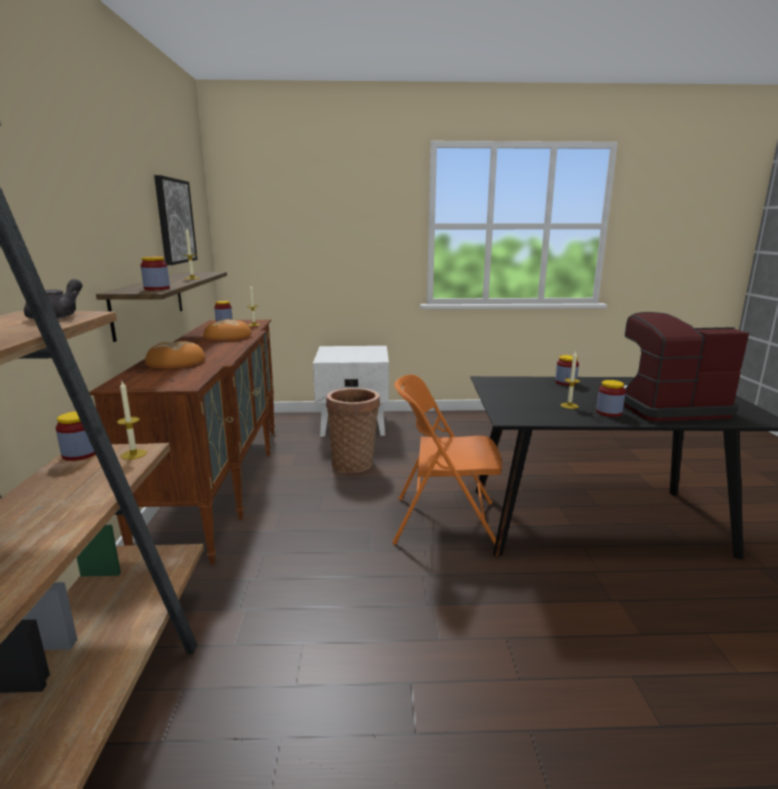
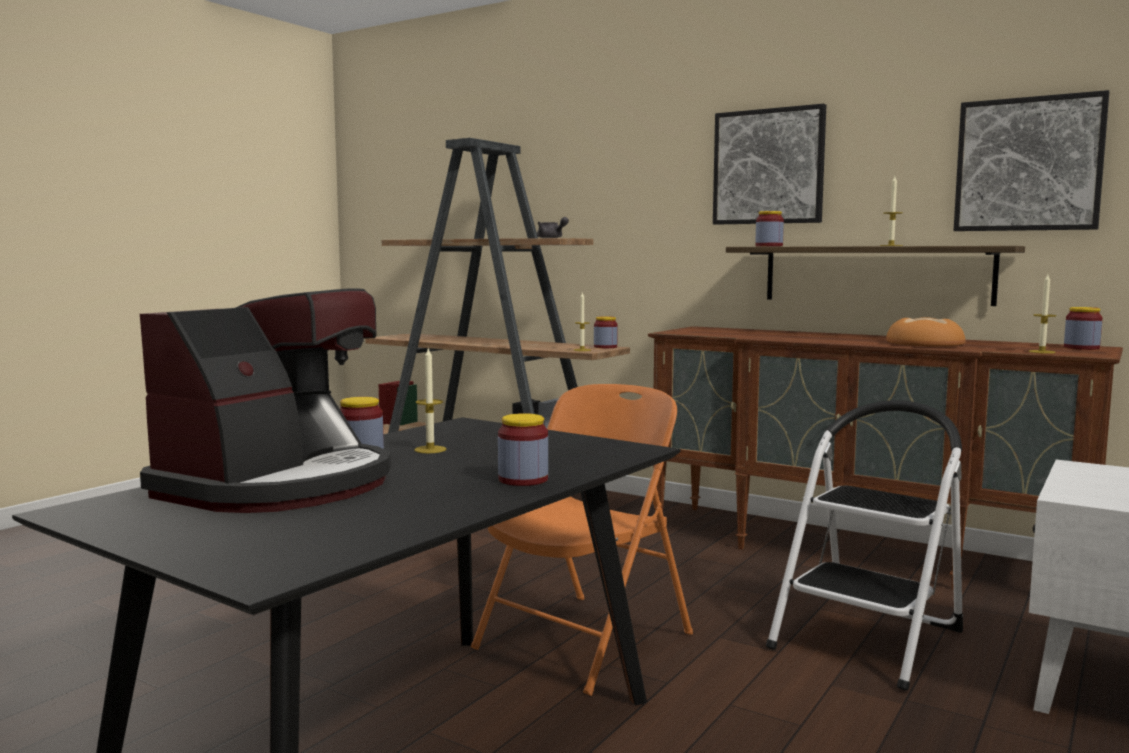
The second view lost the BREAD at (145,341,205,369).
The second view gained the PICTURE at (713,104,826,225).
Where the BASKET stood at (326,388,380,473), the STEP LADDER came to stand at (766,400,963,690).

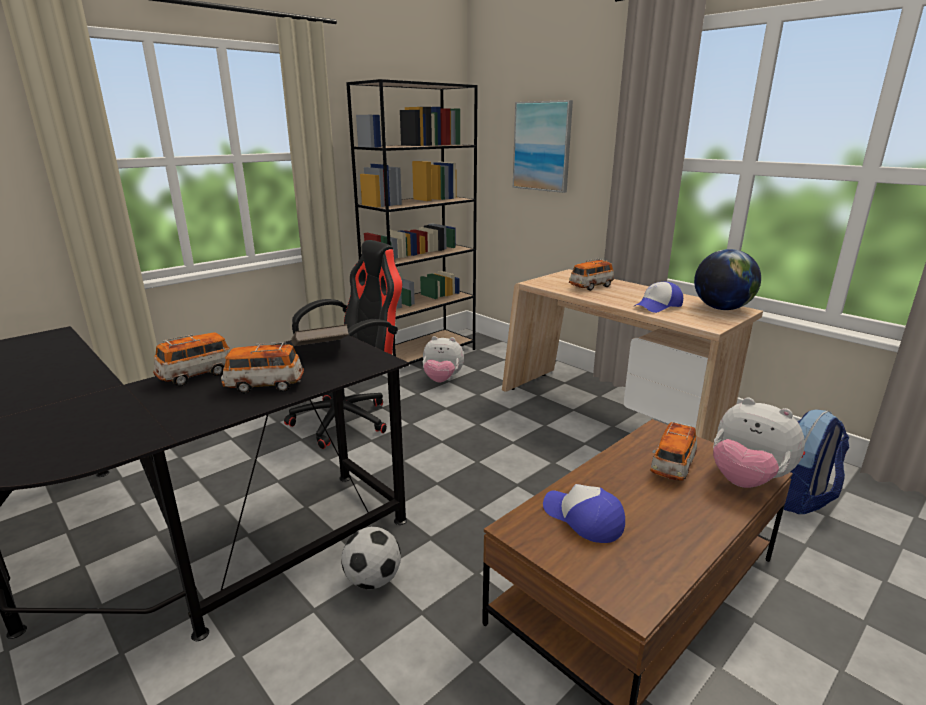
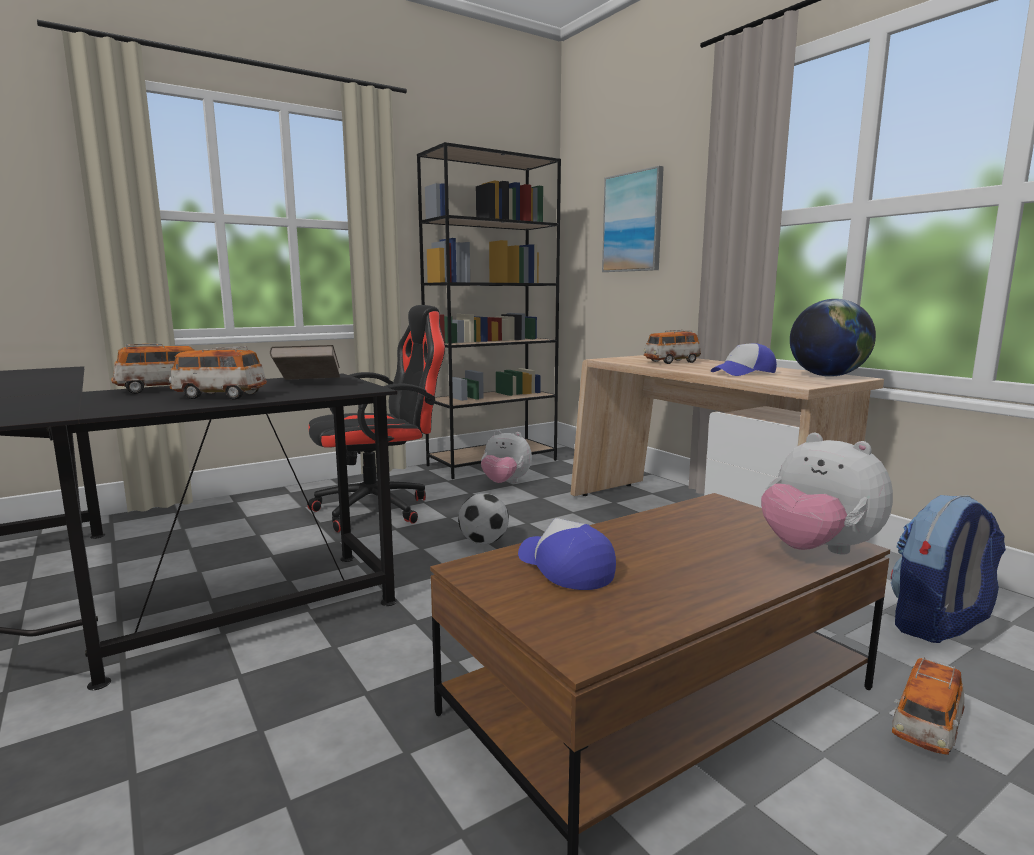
The FOOTBALL ended up elsewhere, having gone from (341,527,401,589) to (458,493,509,544).
The TOY CAR ended up elsewhere, having gone from (651,421,697,481) to (892,657,965,755).

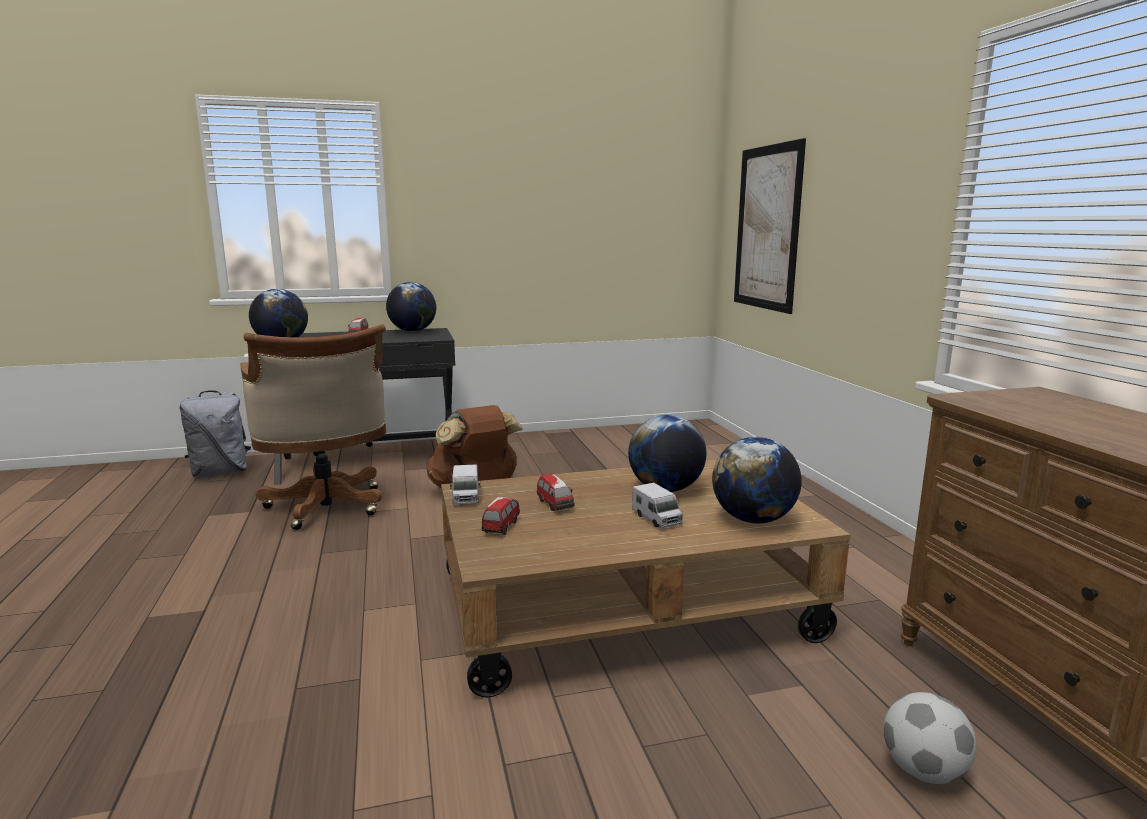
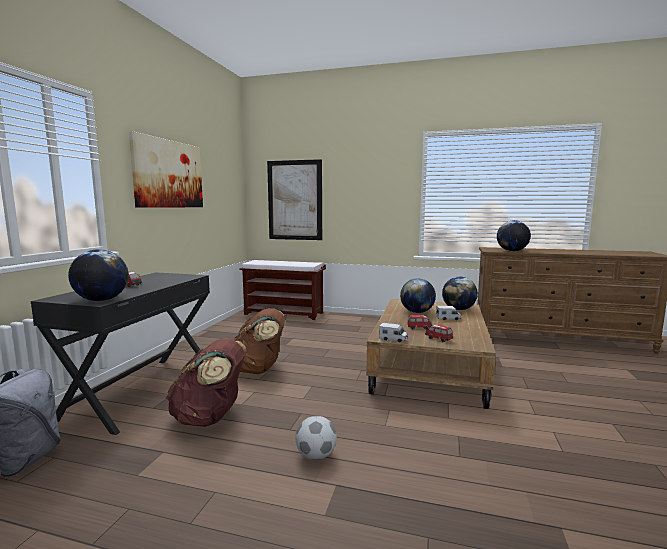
The second view gained the PICTURE at (129,131,203,208).
The second view gained the BROWN BENCH at (240,260,326,320).
The GLOBE ended up elsewhere, having gone from (386,282,436,332) to (497,220,531,252).
The FOOTBALL ended up elsewhere, having gone from (884,692,977,784) to (296,416,337,460).
Where the OFFICE CHAIR stood at (241,324,386,530), the BROWN BACKPACK came to stand at (166,338,246,427).

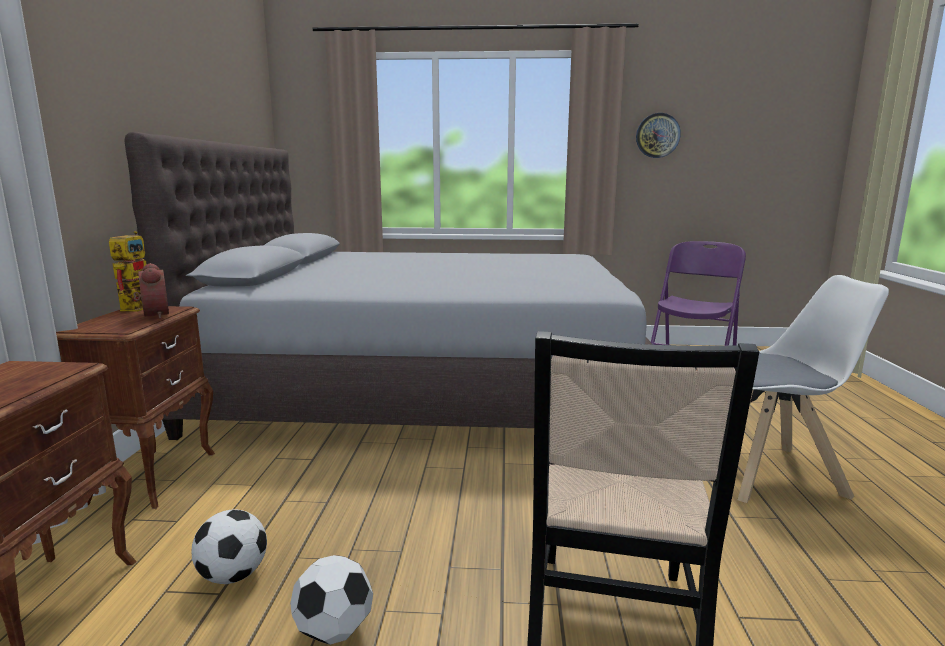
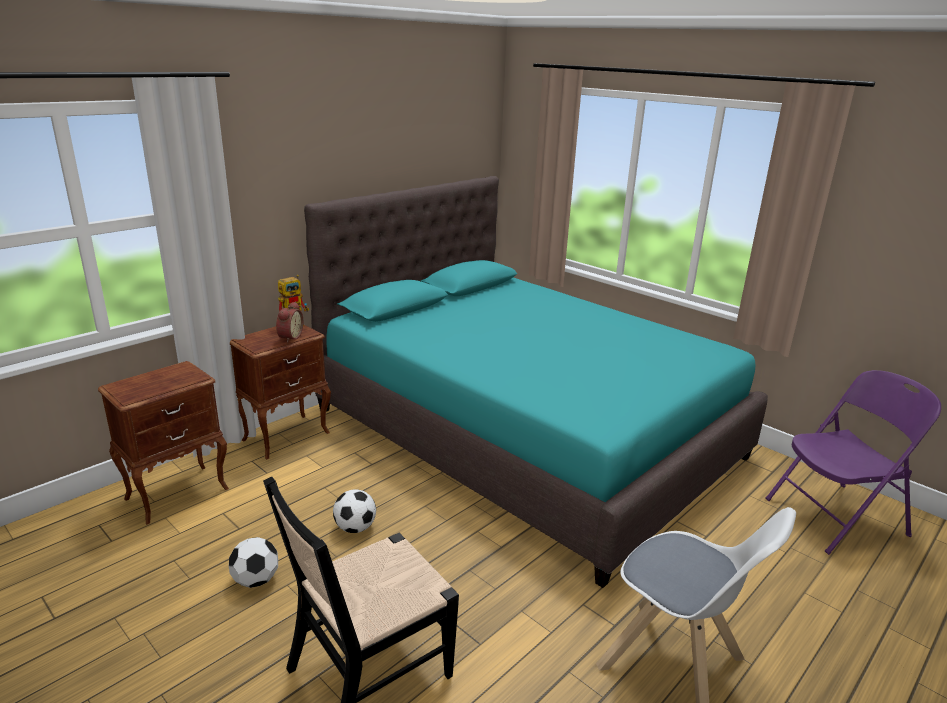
The second view lost the WALL CLOCK at (636,113,681,158).
The FOOTBALL ended up elsewhere, having gone from (191,509,267,584) to (333,489,376,533).
What was the GREY BED at (124,132,653,440) turned into the TURQUOISE BED at (304,176,768,588).

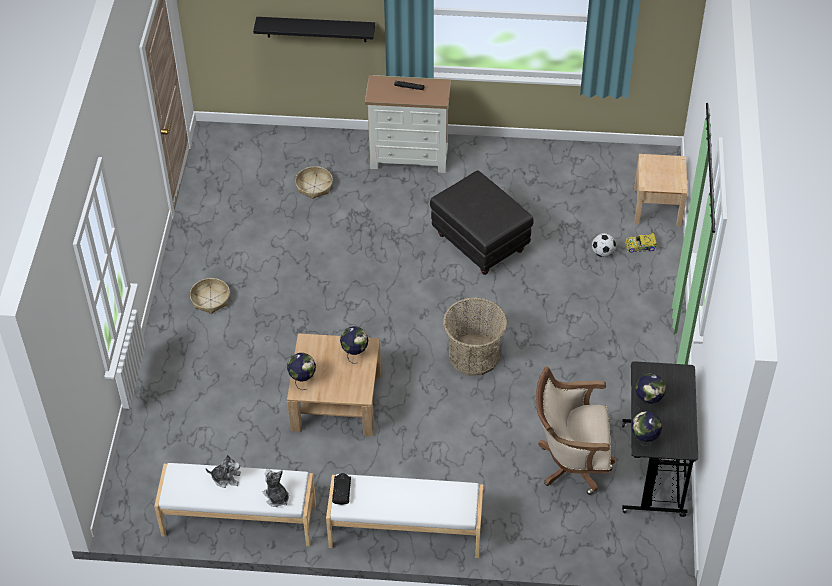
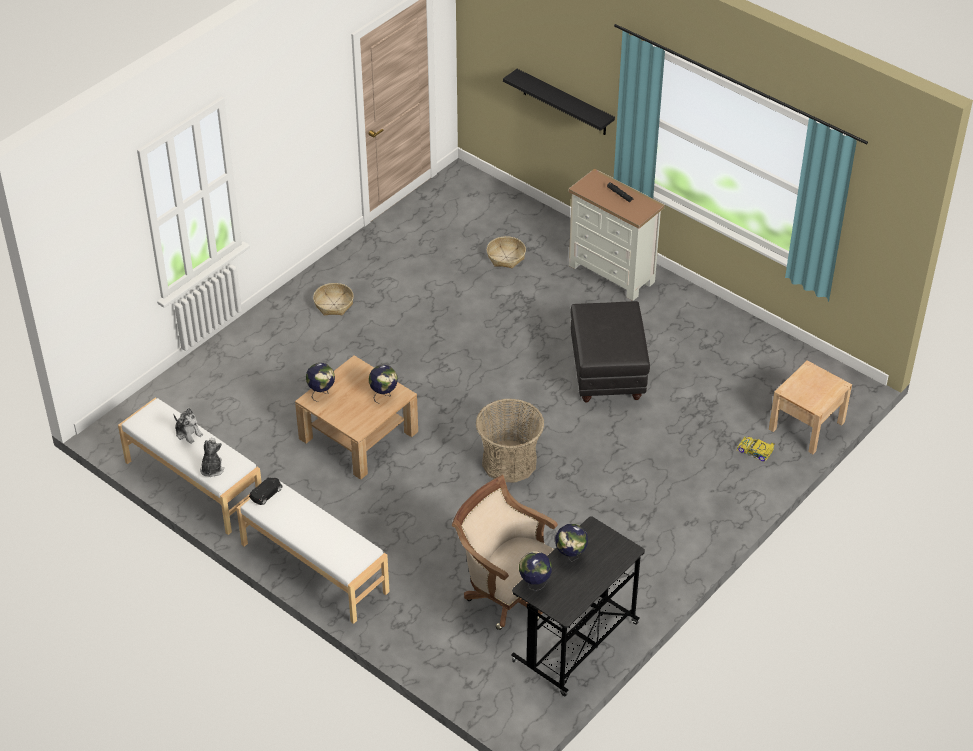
The second view lost the FOOTBALL at (592,233,616,257).

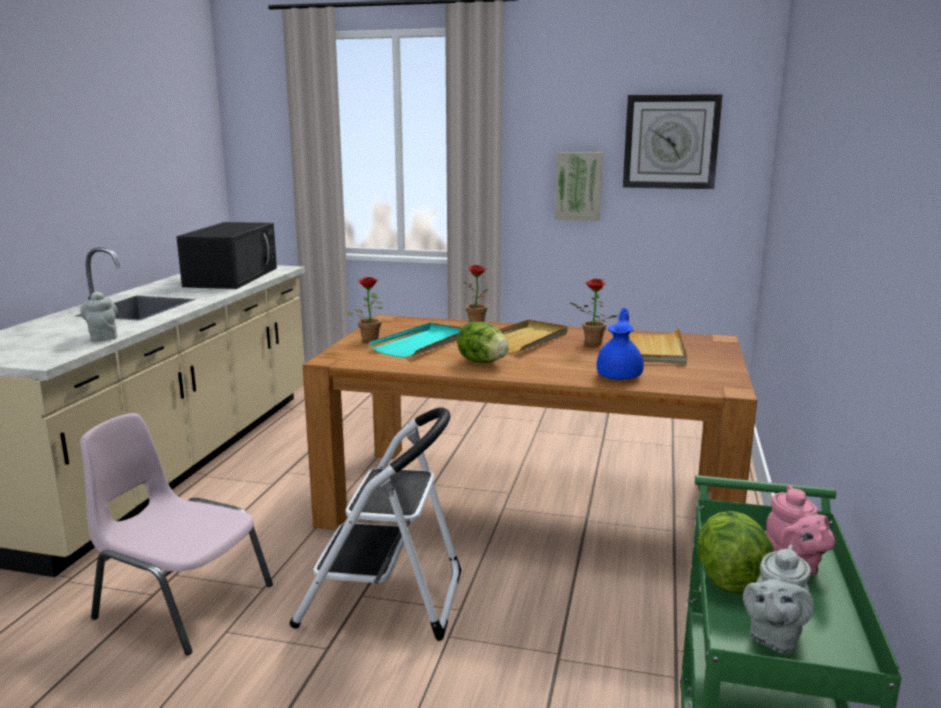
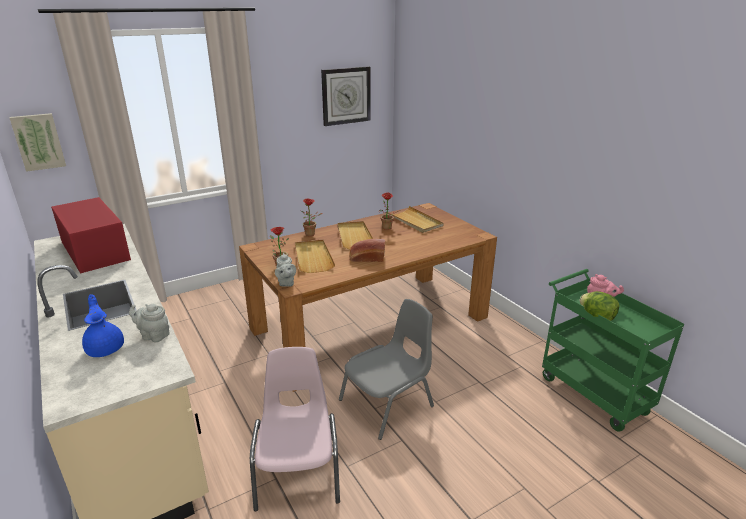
The PICTURE ended up elsewhere, having gone from (555,152,603,221) to (9,113,66,172).
The BLUE TEAPOT ended up elsewhere, having gone from (596,308,644,380) to (82,294,124,357).
The GREY TEAPOT ended up elsewhere, having gone from (743,545,814,653) to (275,253,296,287).
Where the STEP LADDER stood at (289,408,461,641), the GREY CHAIR came to stand at (339,299,434,440).
Where the LETTUCE stood at (457,322,509,363), the BREAD came to stand at (349,239,385,262).
What was the BLACK MICROWAVE at (176,222,277,289) turned into the RED MICROWAVE at (51,197,131,273).
What was the TURQUOISE TRAY at (369,322,463,358) turned into the BEIGE TRAY at (295,240,335,273).
The PINK CHAIR at (80,413,273,655) ended up facing another way, 105 degrees clockwise from before.

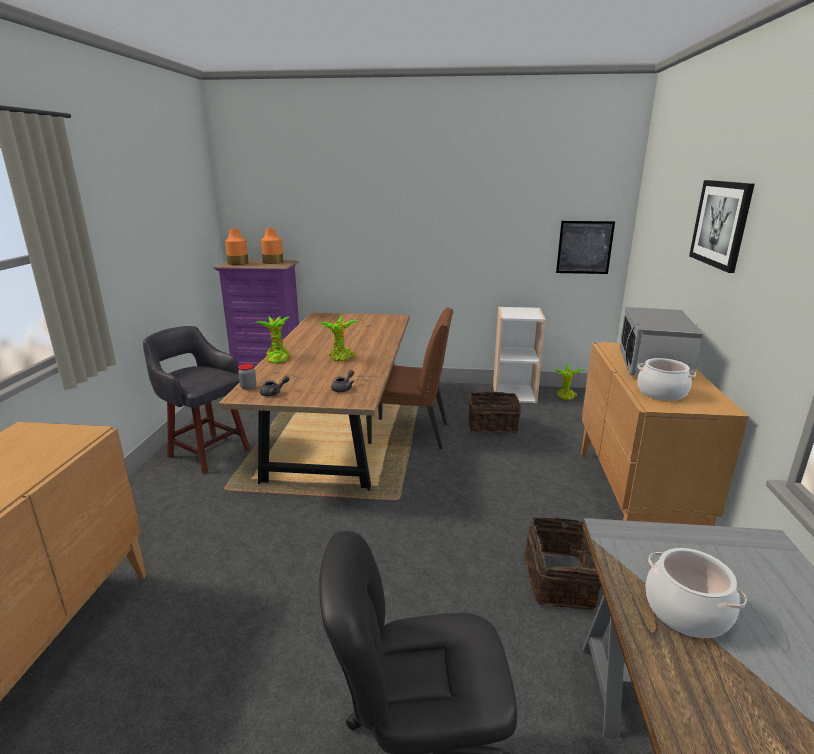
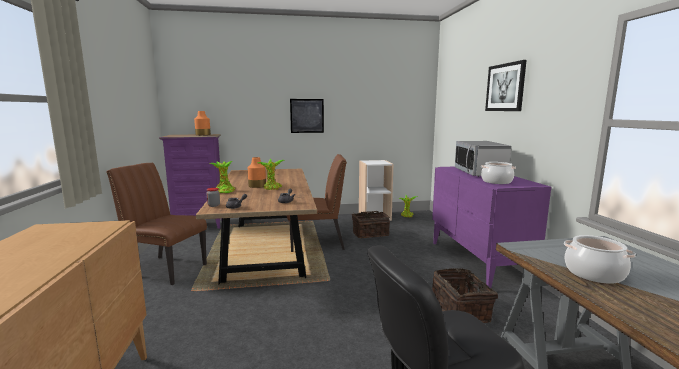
The ORANGE VASE ended up elsewhere, having gone from (225,229,249,265) to (248,157,266,188).
The PICTURE ended up elsewhere, having gone from (556,221,615,274) to (290,99,324,133).
Where the GREY STOOL stood at (143,326,251,474), the BROWN CHAIR came to stand at (106,163,207,285).
What was the BROWN CABINET at (581,342,749,526) turned into the PURPLE CABINET at (432,166,552,288).

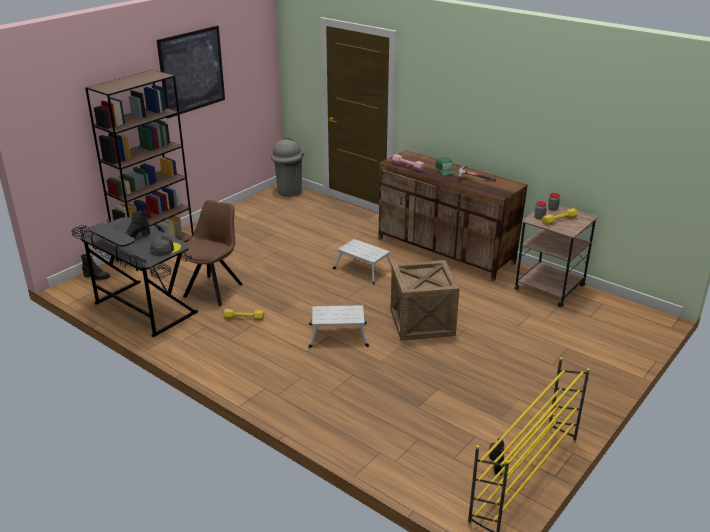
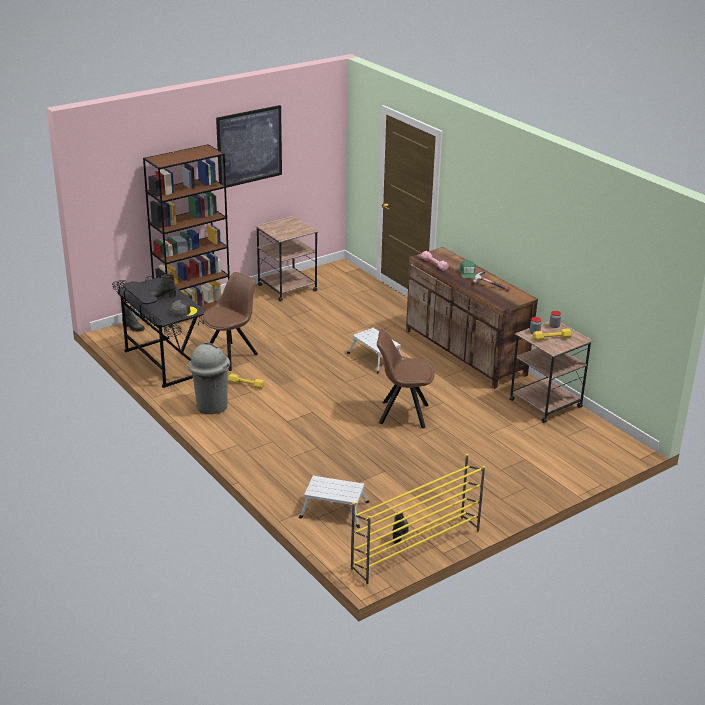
The second view gained the BROWN CART at (255,216,318,301).
The GREY TRASH CAN ended up elsewhere, having gone from (271,138,304,197) to (188,343,230,414).
The WHITE STEP LADDER ended up elsewhere, having gone from (308,305,369,348) to (298,475,369,528).
Where the CRATE stood at (390,260,460,341), the BROWN CHAIR came to stand at (377,330,434,429).

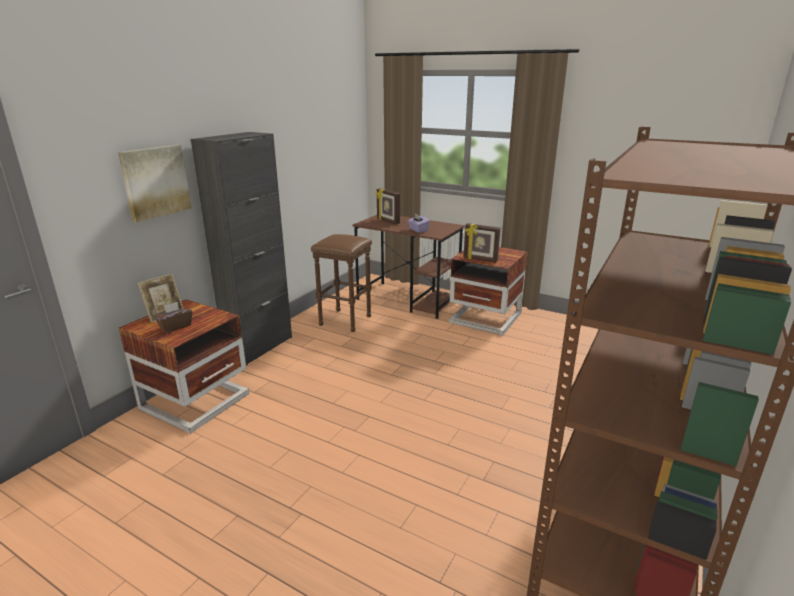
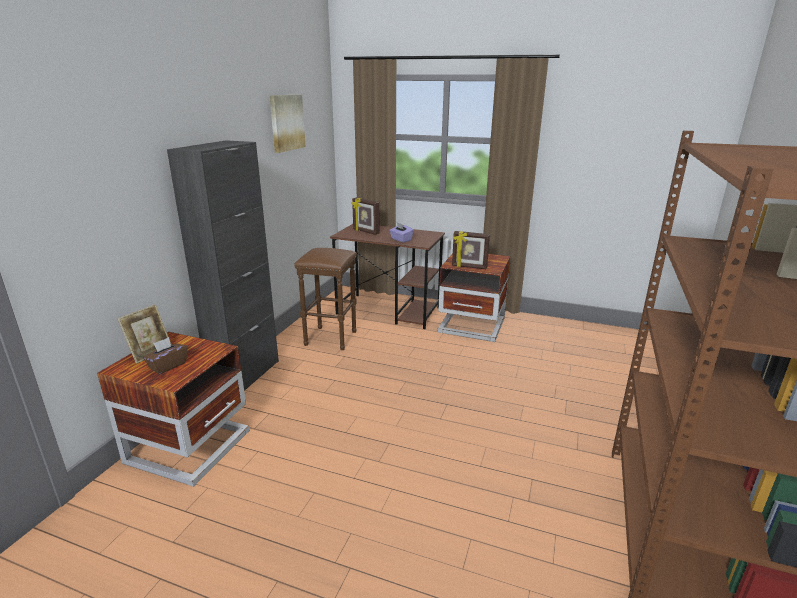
The PICTURE ended up elsewhere, having gone from (118,145,191,222) to (270,95,306,153).

